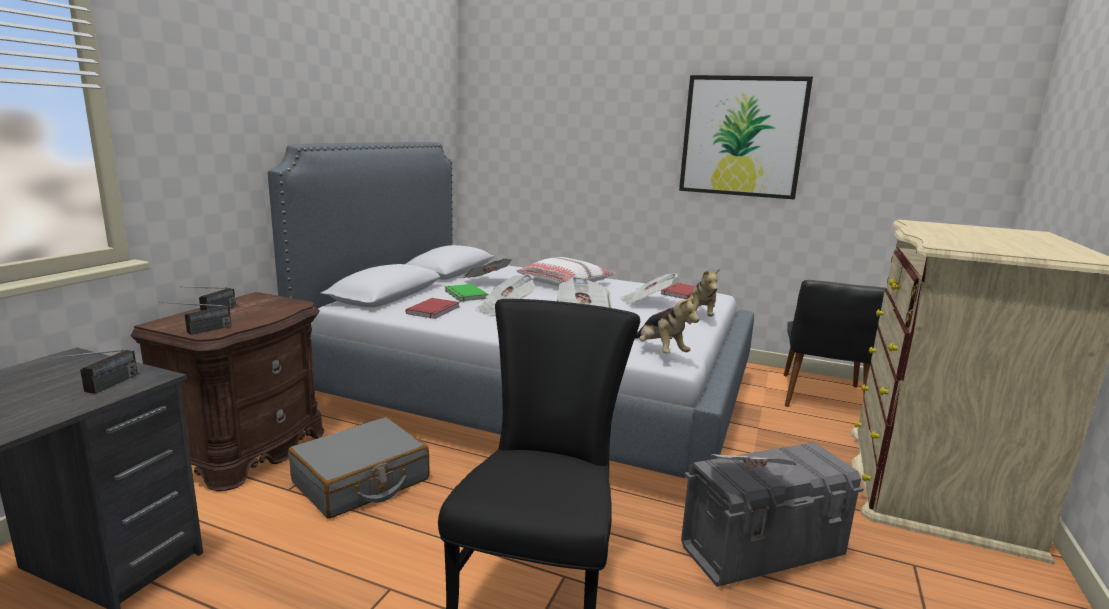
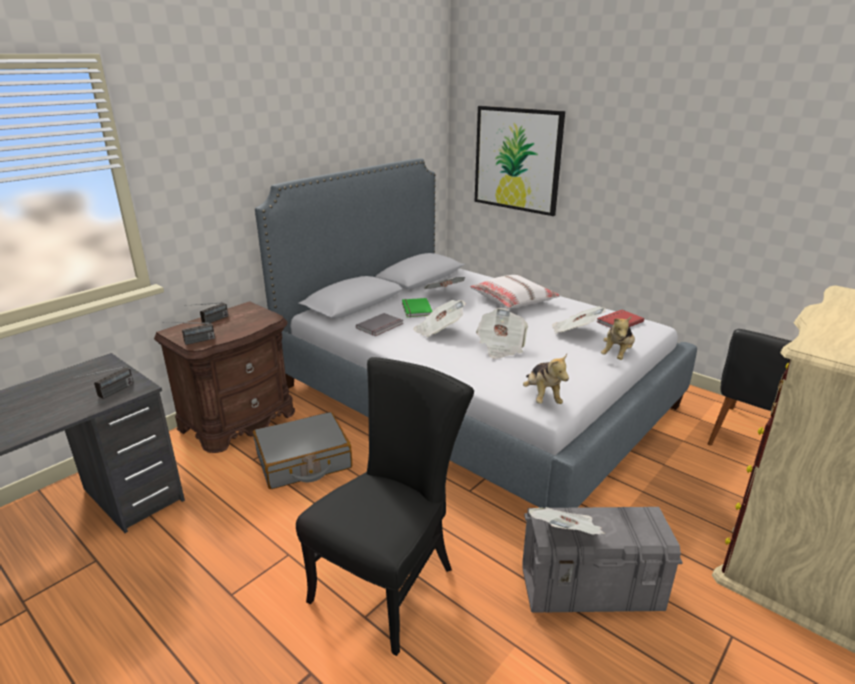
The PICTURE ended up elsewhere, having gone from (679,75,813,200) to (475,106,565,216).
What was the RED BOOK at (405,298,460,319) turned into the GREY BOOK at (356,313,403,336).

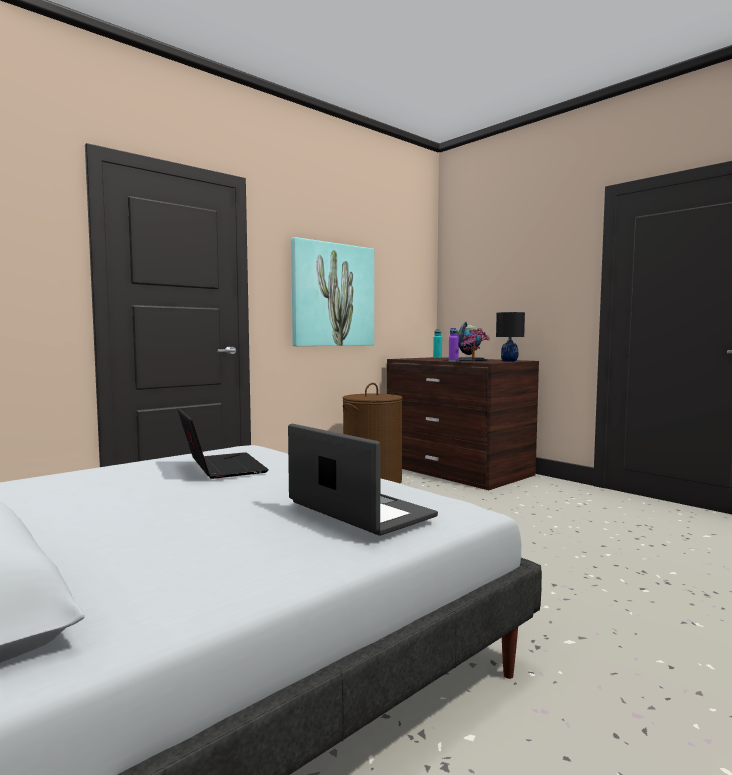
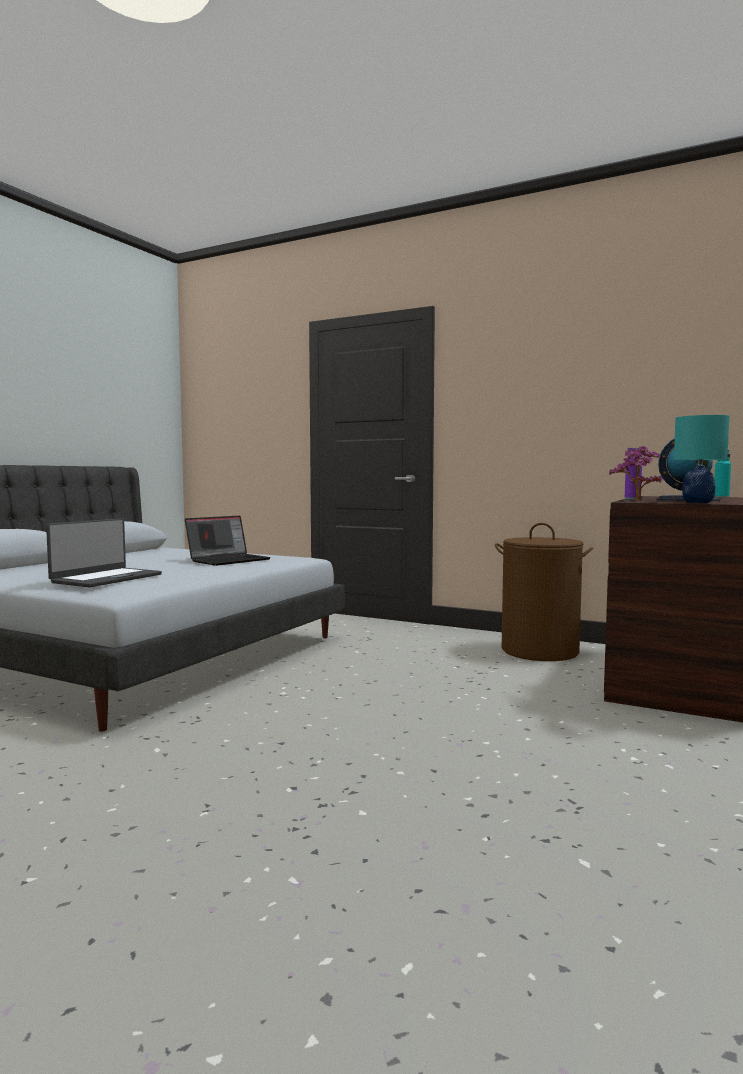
The second view lost the PICTURE at (291,237,374,346).
What was the BLACK TABLE LAMP at (496,312,525,362) turned into the TURQUOISE TABLE LAMP at (674,415,729,503).

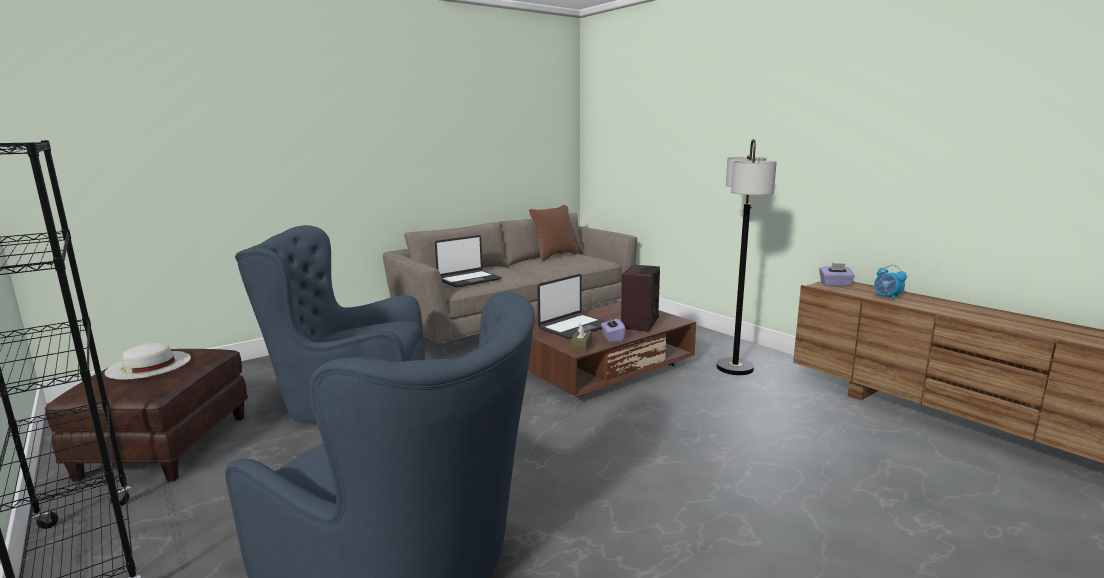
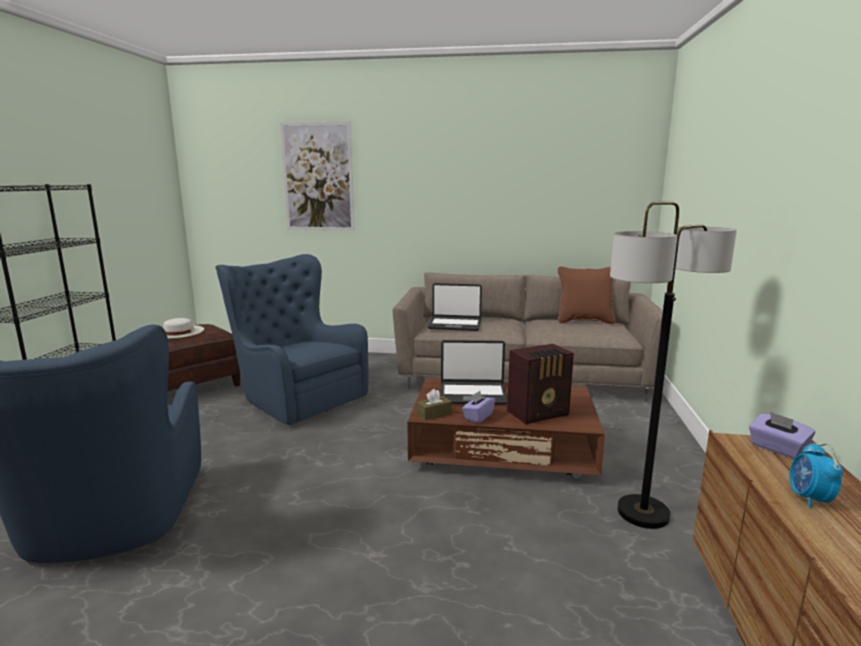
The second view gained the PICTURE at (280,121,355,231).

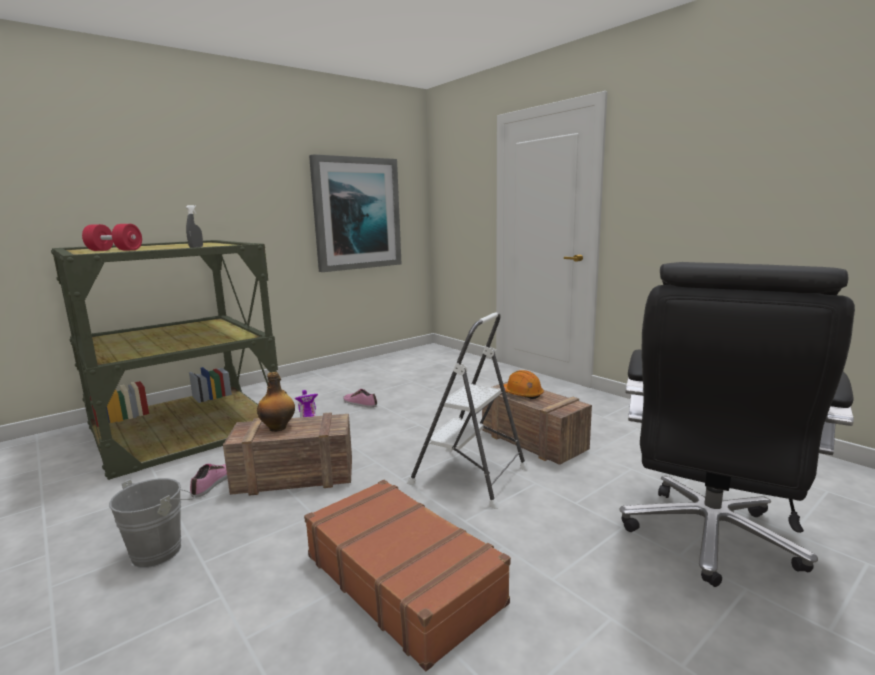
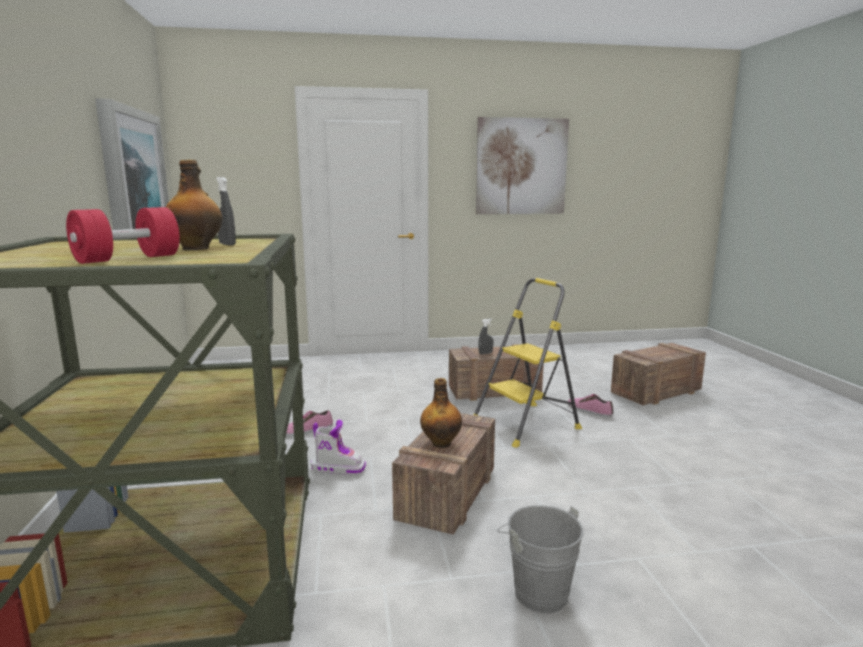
The second view lost the BROWN SUITCASE at (304,480,511,671).
The second view gained the BOTTLE at (166,160,223,250).
The second view gained the PICTURE at (476,117,569,214).
The SHOE ended up elsewhere, having gone from (190,464,228,498) to (568,394,613,417).
Where the ORANGE HARD HAT stood at (504,370,544,399), the GREY SPRAY BOTTLE came to stand at (478,319,493,355).
Where the BLACK OFFICE CHAIR stood at (620,262,855,587), the CRATE came to stand at (611,343,706,405).
What was the WHITE STEP LADDER at (407,312,529,509) turned into the YELLOW STEP LADDER at (473,278,582,448).

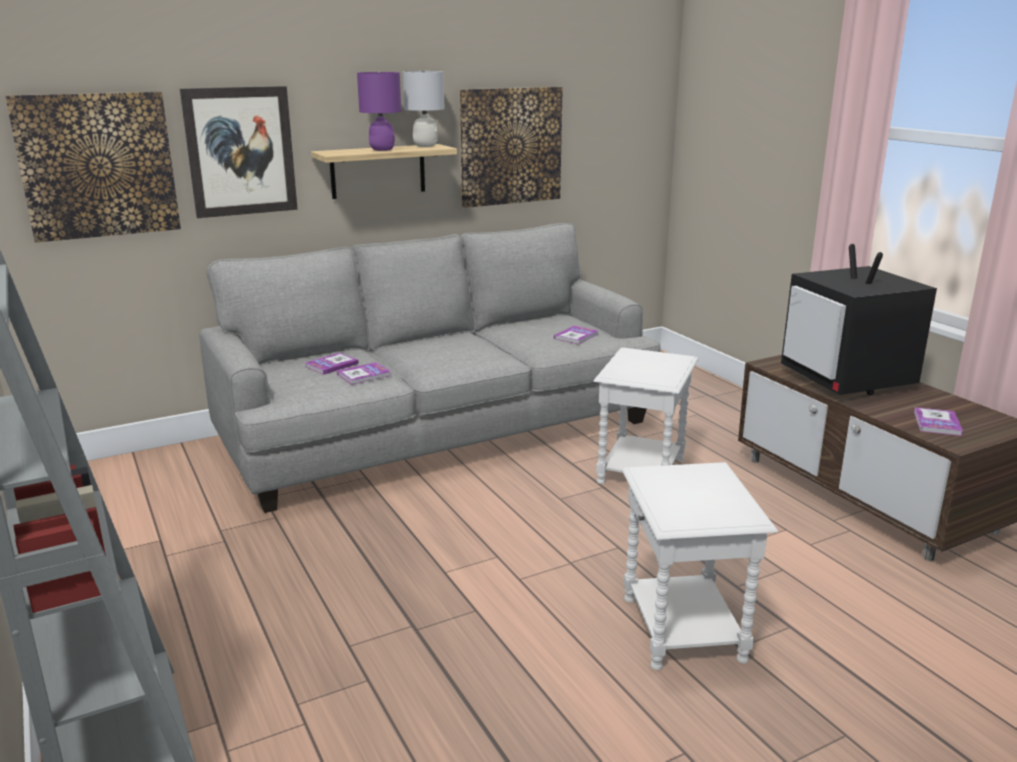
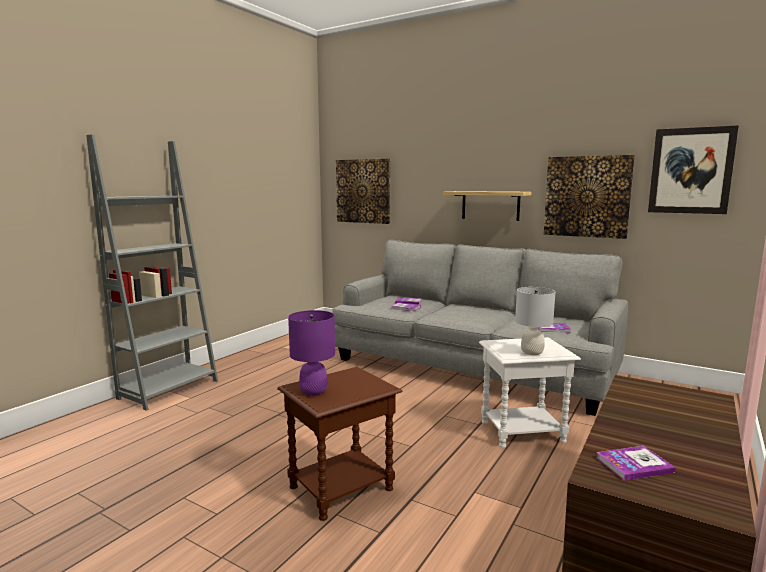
The second view lost the TELEVISION at (781,244,937,395).
The PICTURE ended up elsewhere, having gone from (180,86,298,218) to (648,125,739,214).
The PURPLE TABLE LAMP ended up elsewhere, having gone from (357,71,401,151) to (288,310,335,395).
The GREY TABLE LAMP ended up elsewhere, having gone from (403,70,444,147) to (515,287,555,355).
What was the WHITE SIDE TABLE at (622,462,778,670) turned into the BROWN SIDE TABLE at (277,367,403,521).

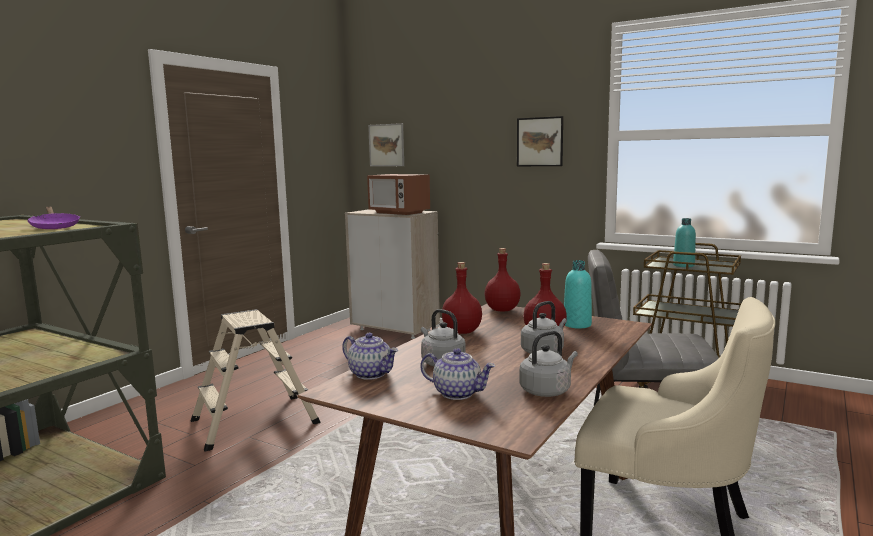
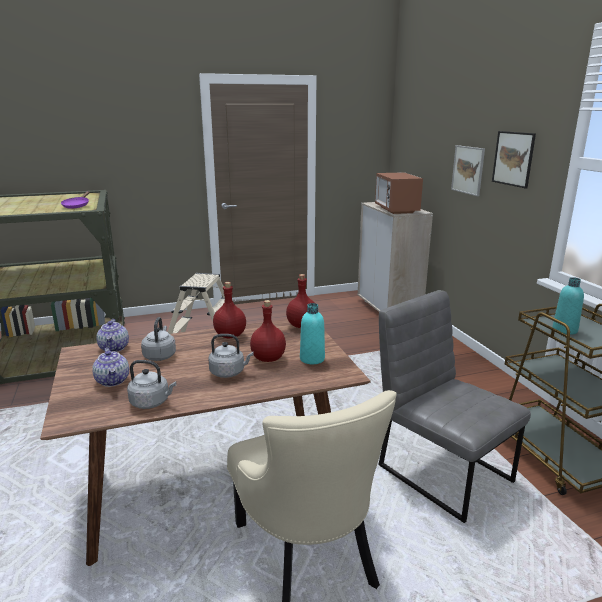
The PICTURE ended up elsewhere, having gone from (368,123,404,166) to (451,145,485,196).

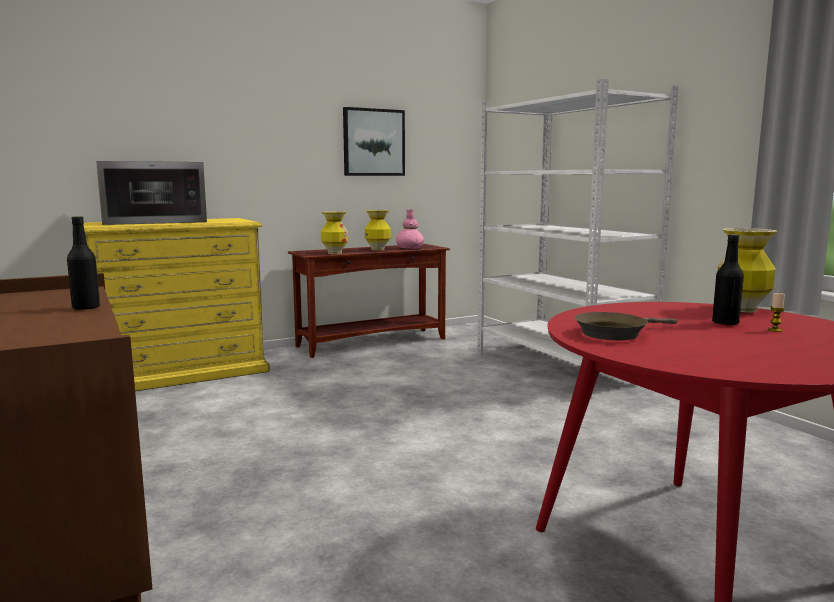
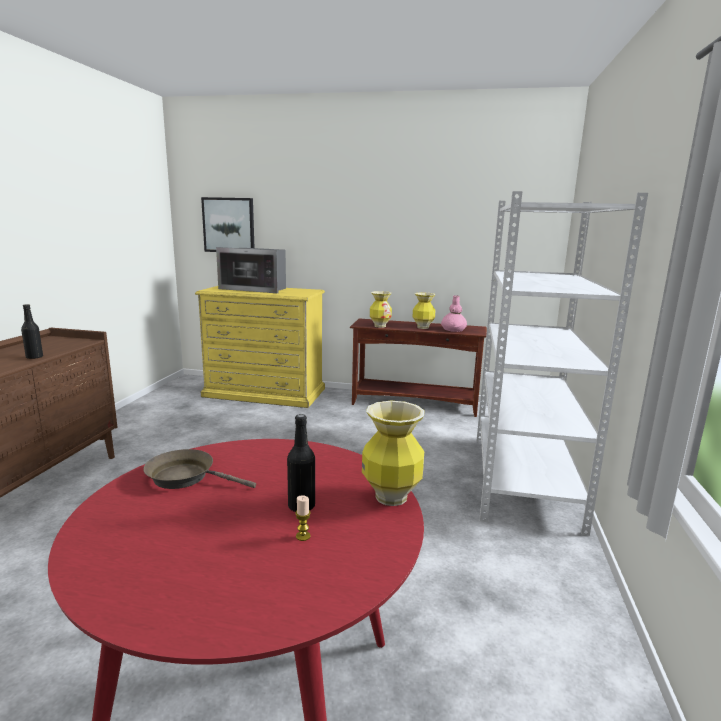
The PICTURE ended up elsewhere, having gone from (343,107,405,176) to (201,197,255,252).

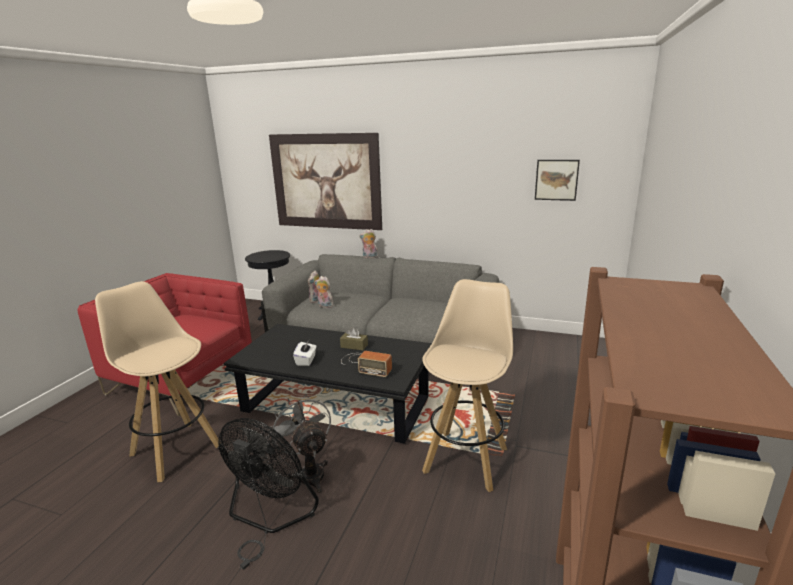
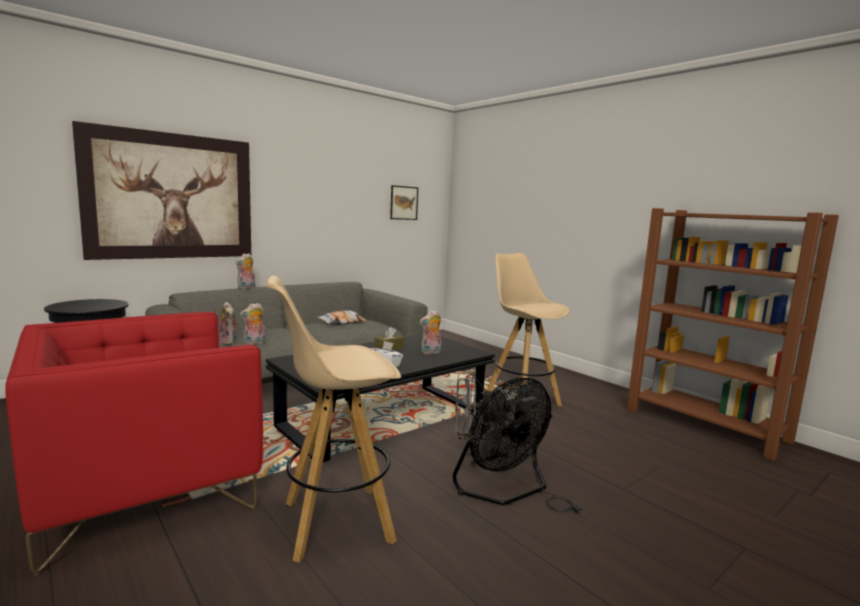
The second view gained the PILLOW at (317,310,367,325).
Where the RADIO stood at (341,351,392,377), the PLUSH TOY came to stand at (420,310,442,354).

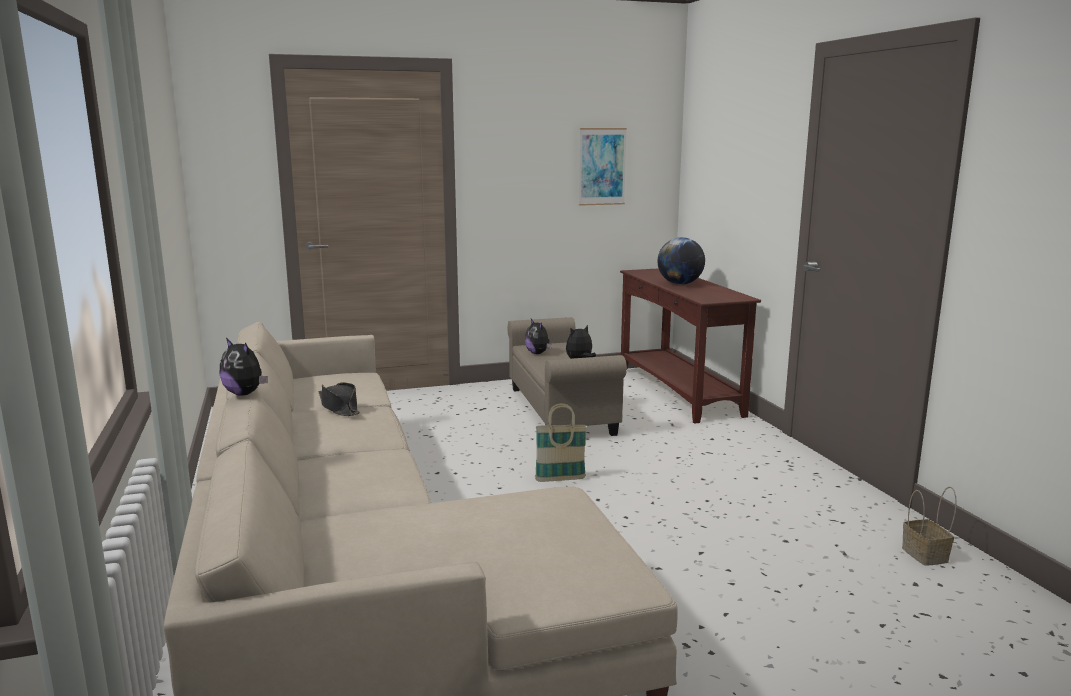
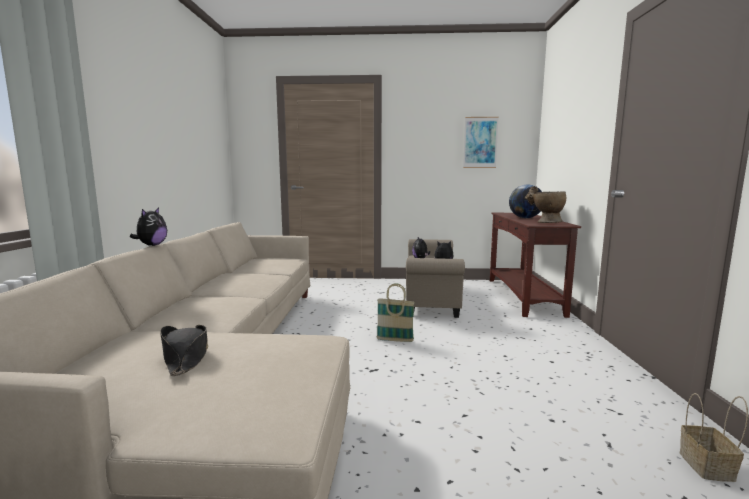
The second view gained the BEIGE VASE at (525,186,566,223).
The BLACK HAT ended up elsewhere, having gone from (318,382,360,416) to (160,325,208,376).
The PLUSH TOY at (220,338,268,396) ended up facing another way, 135 degrees counterclockwise from before.

